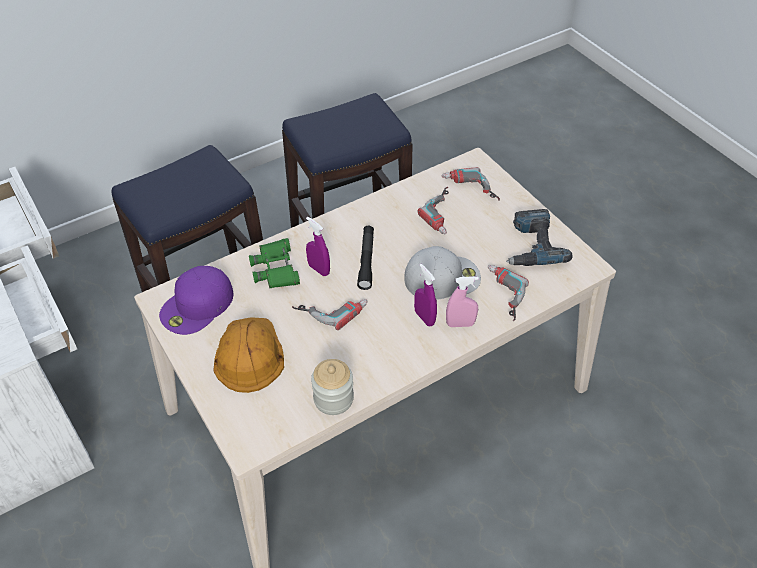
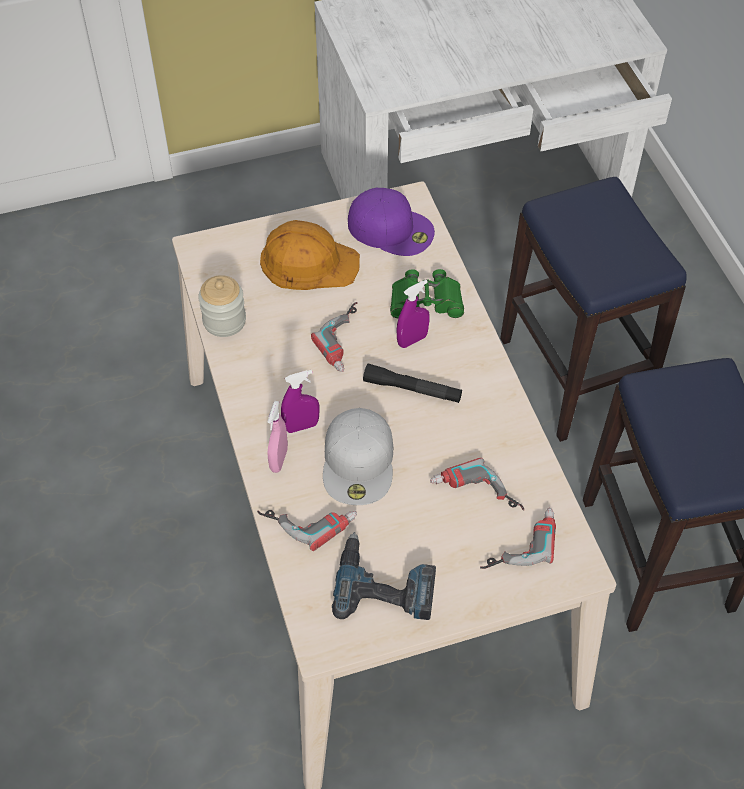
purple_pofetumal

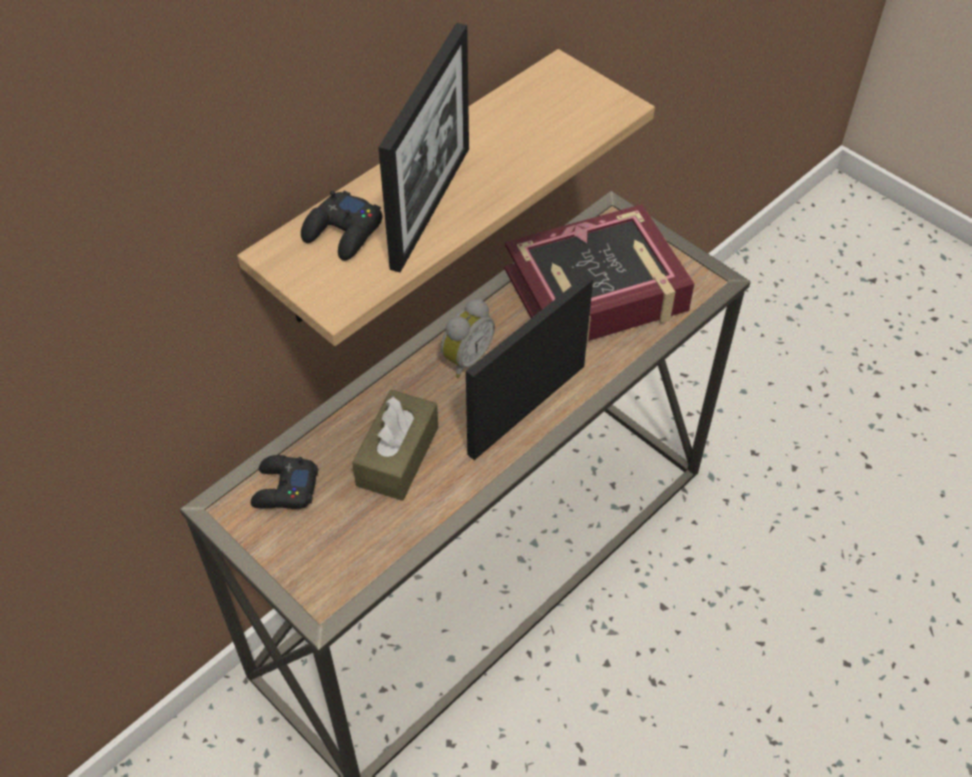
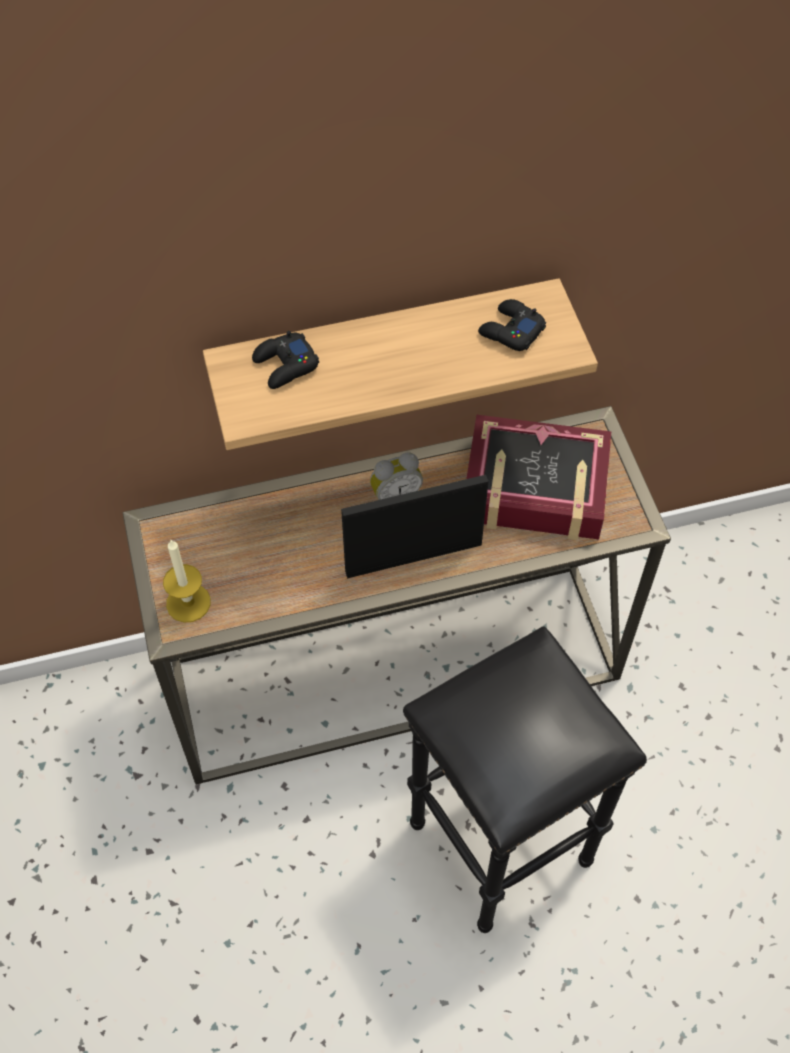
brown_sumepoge
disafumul (no. 1 from left in the first image)
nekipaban
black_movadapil
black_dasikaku (no. 2 from left)

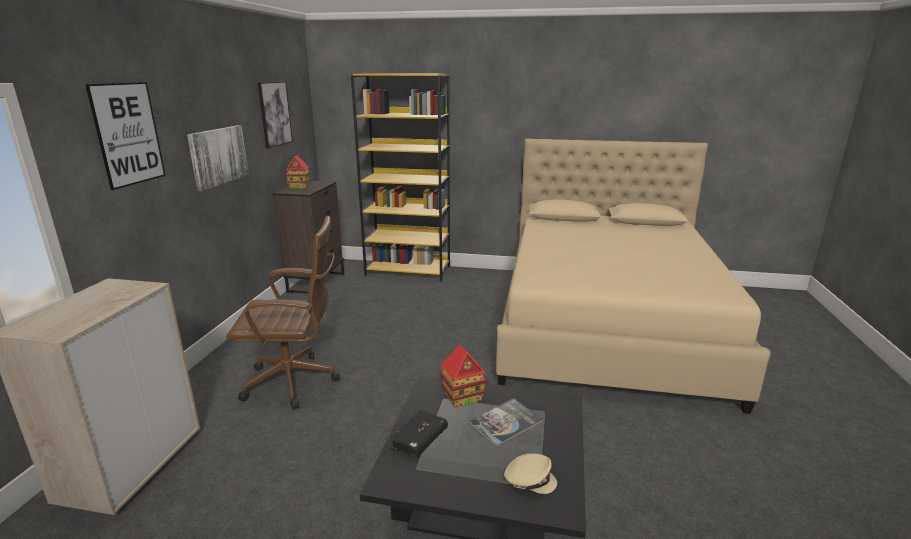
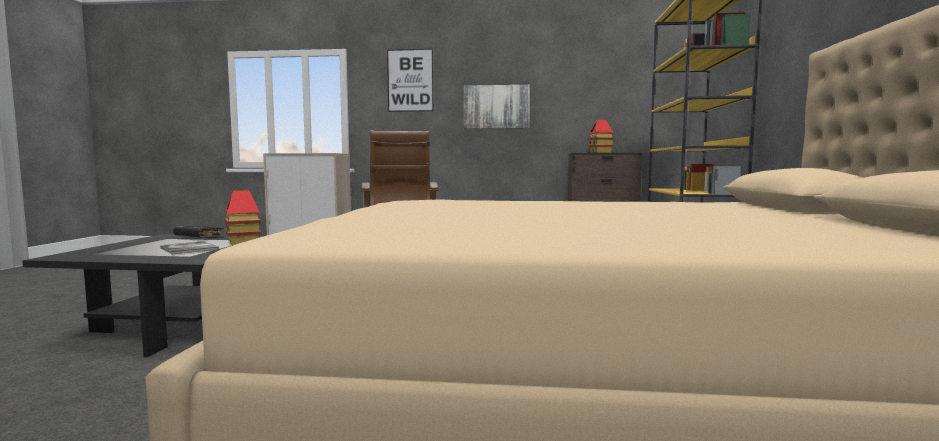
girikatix (no. 3 from left in the first image)
beige_pofetumal

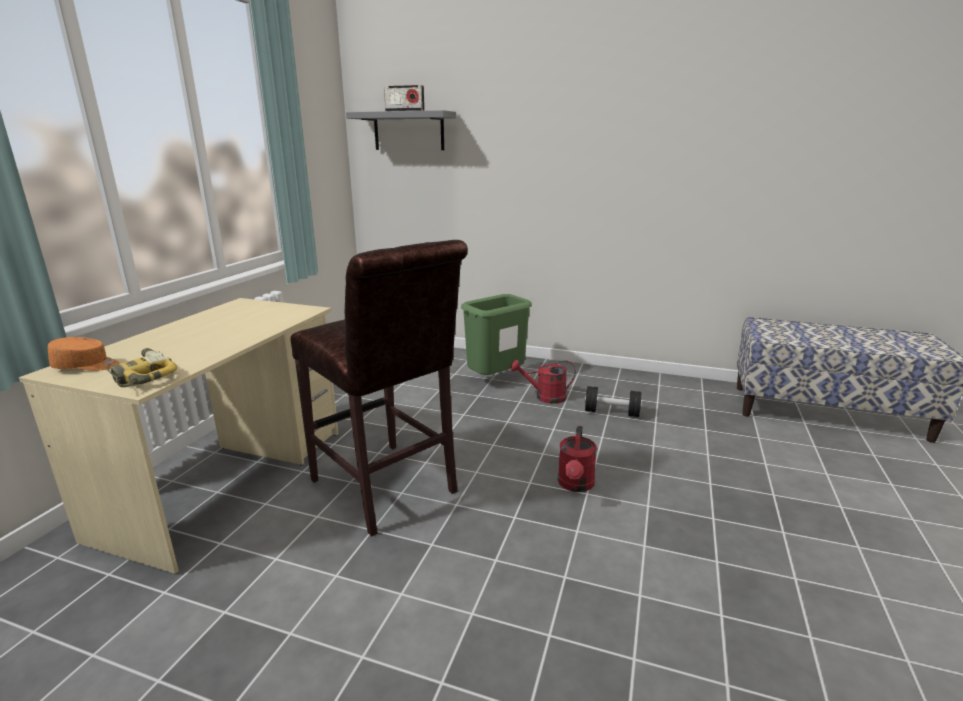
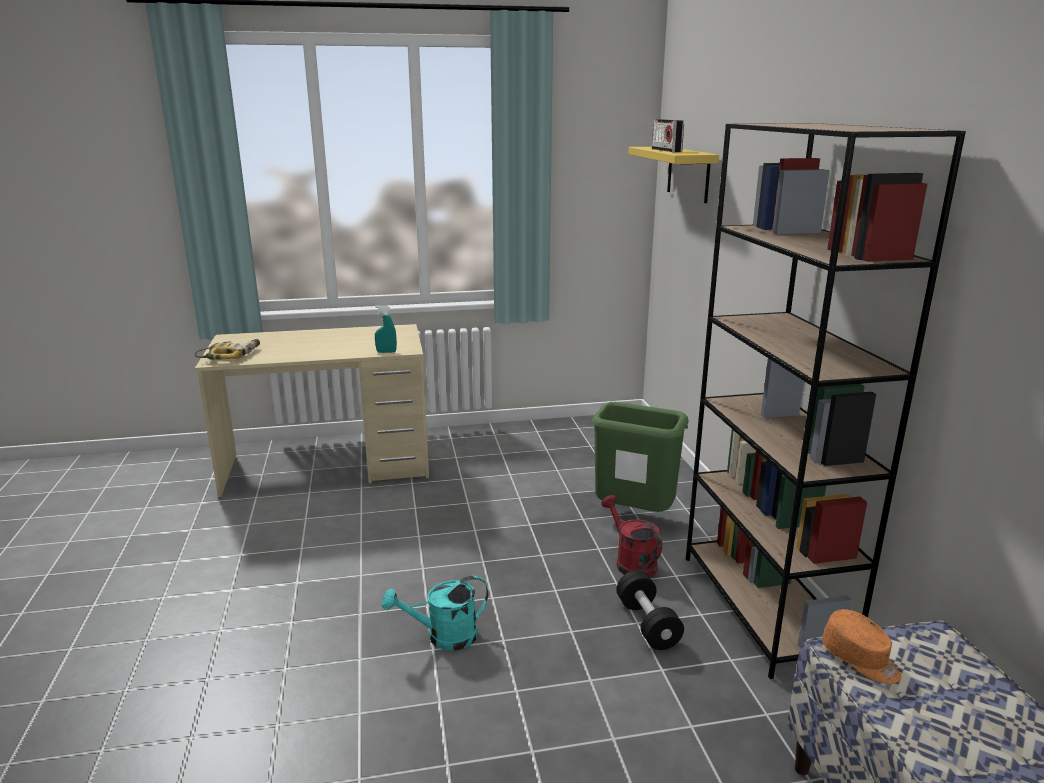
brown_movadapil
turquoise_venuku
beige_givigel
orange_pofetumal
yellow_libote
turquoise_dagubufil

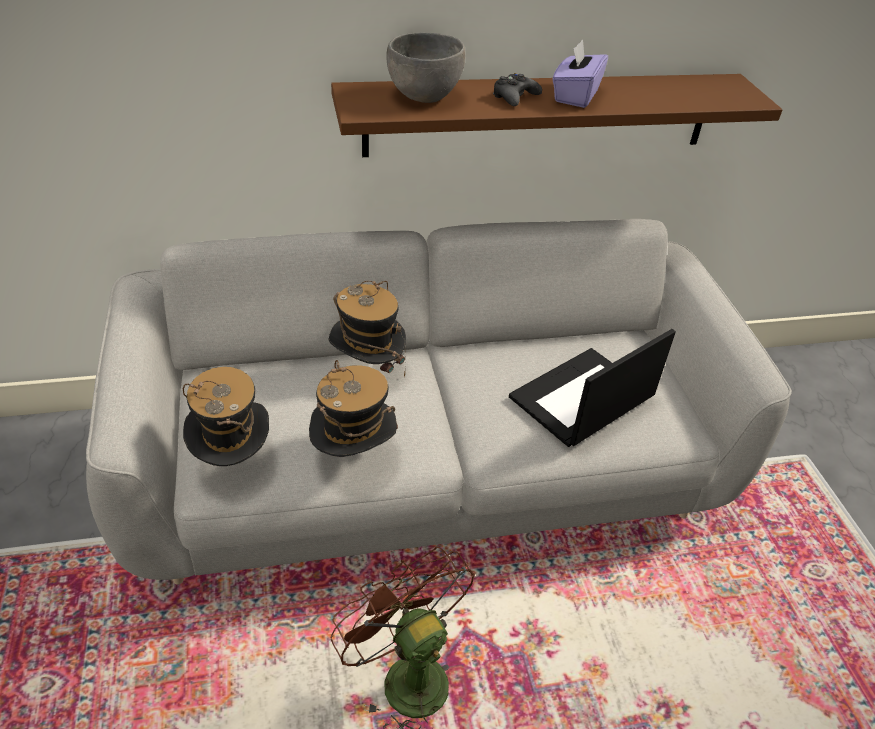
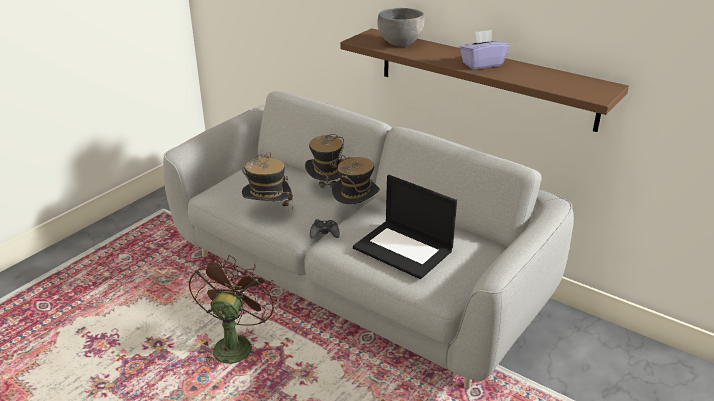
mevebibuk (no. 3 from left)
black_dasikaku
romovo

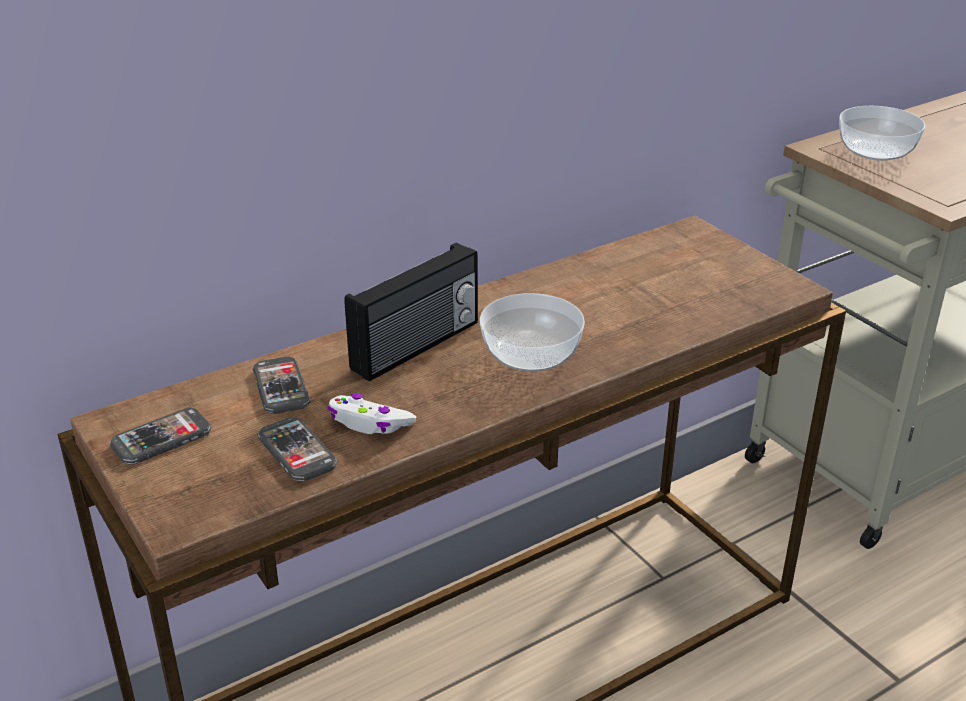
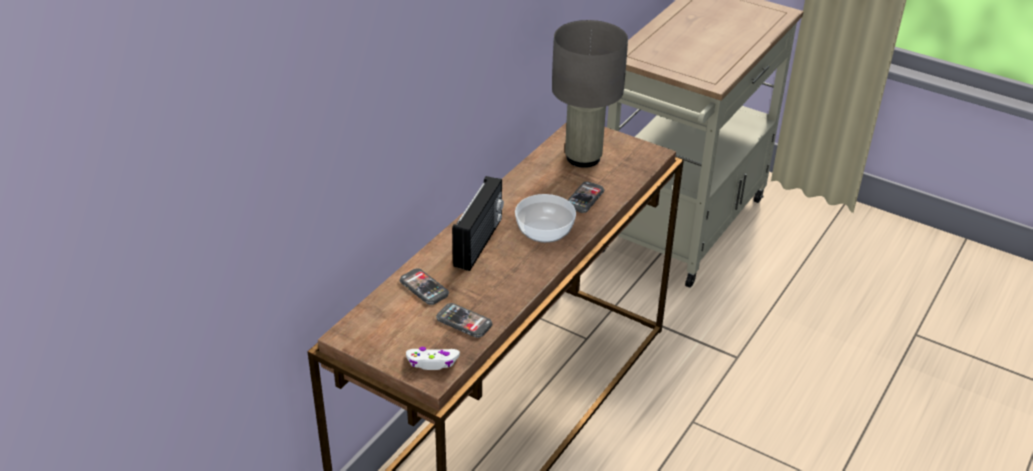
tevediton (no. 2 from left in the first image)
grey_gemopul
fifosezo (no. 3 from left)
white_dasikaku

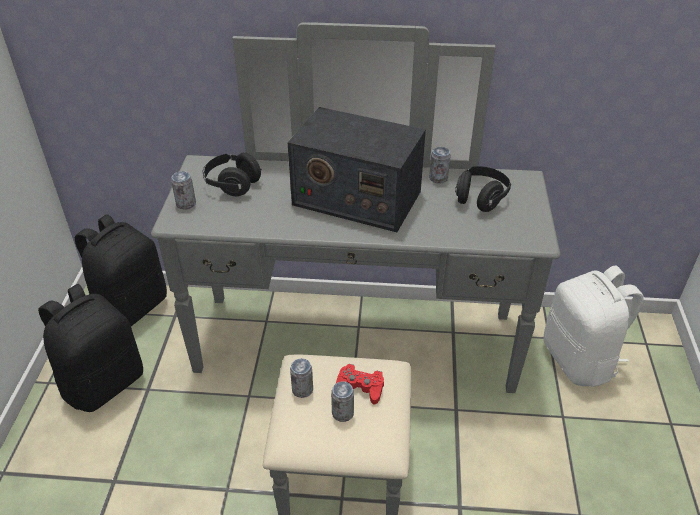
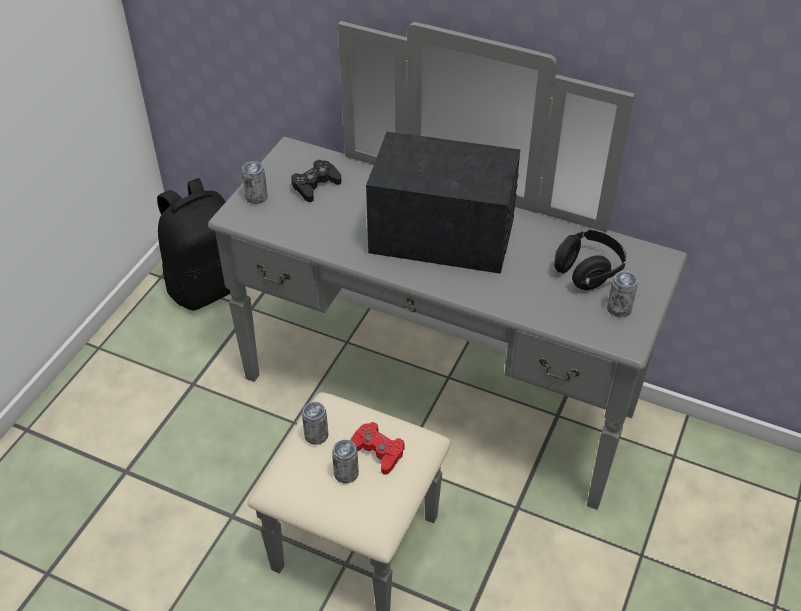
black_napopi (no. 1 from left in the first image)
white_napopi
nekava (no. 4 from left)
black_dasikaku
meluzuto

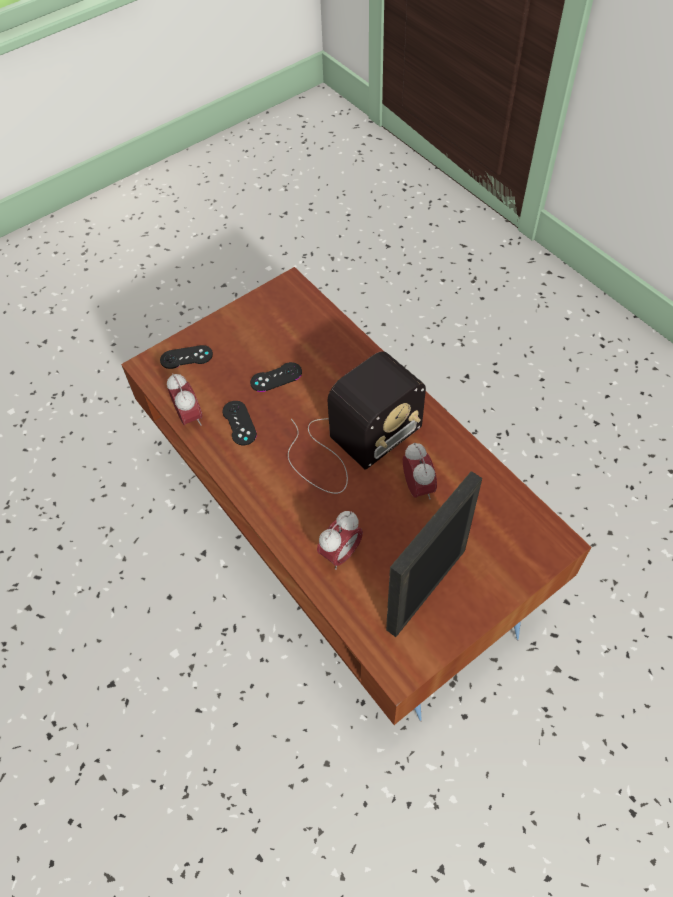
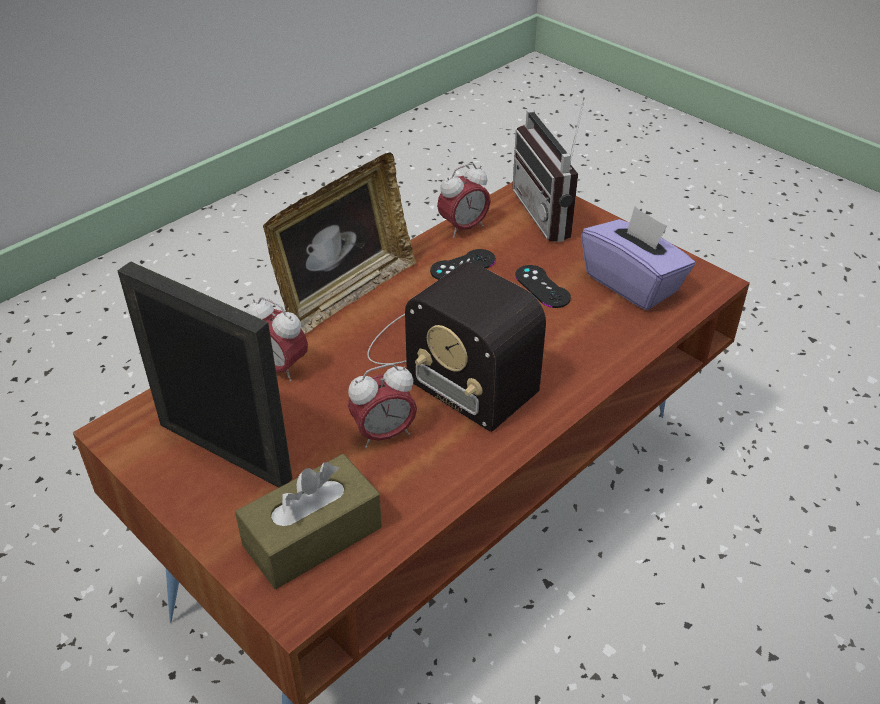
brown_sumepoge
disafumul (no. 2 from left)
purple_sumepoge
meluzuto (no. 2 from left)

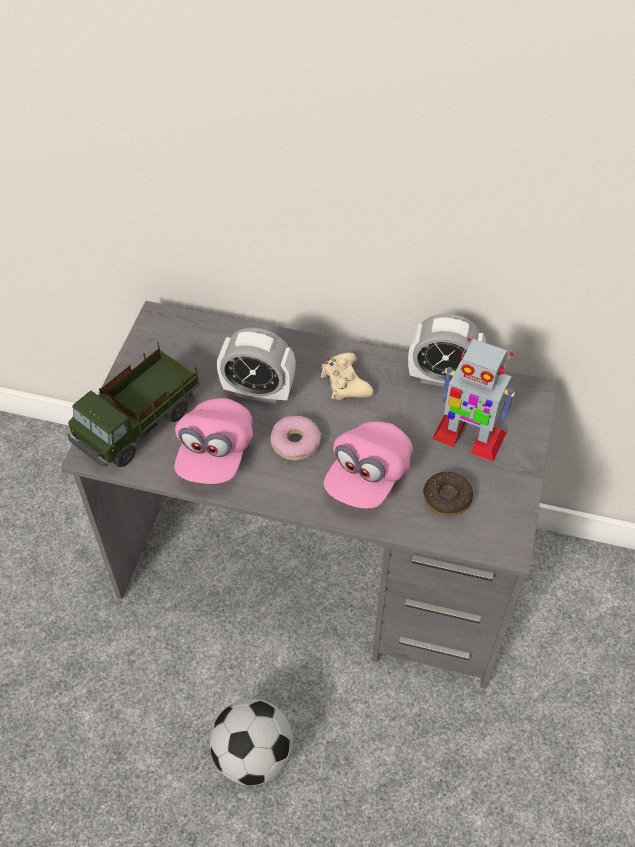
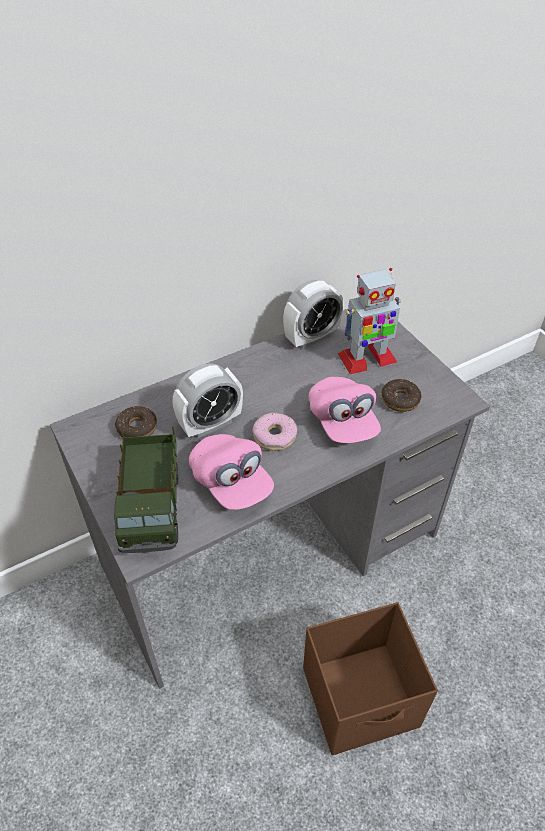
beige_dasikaku
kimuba (no. 1 from left)
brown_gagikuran

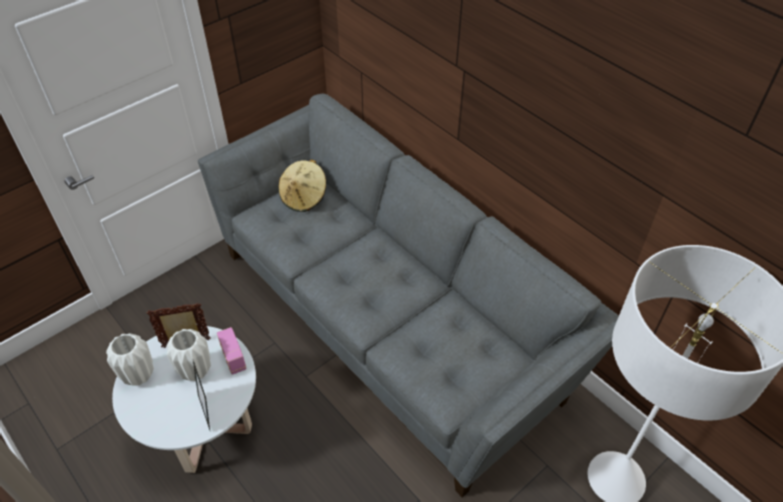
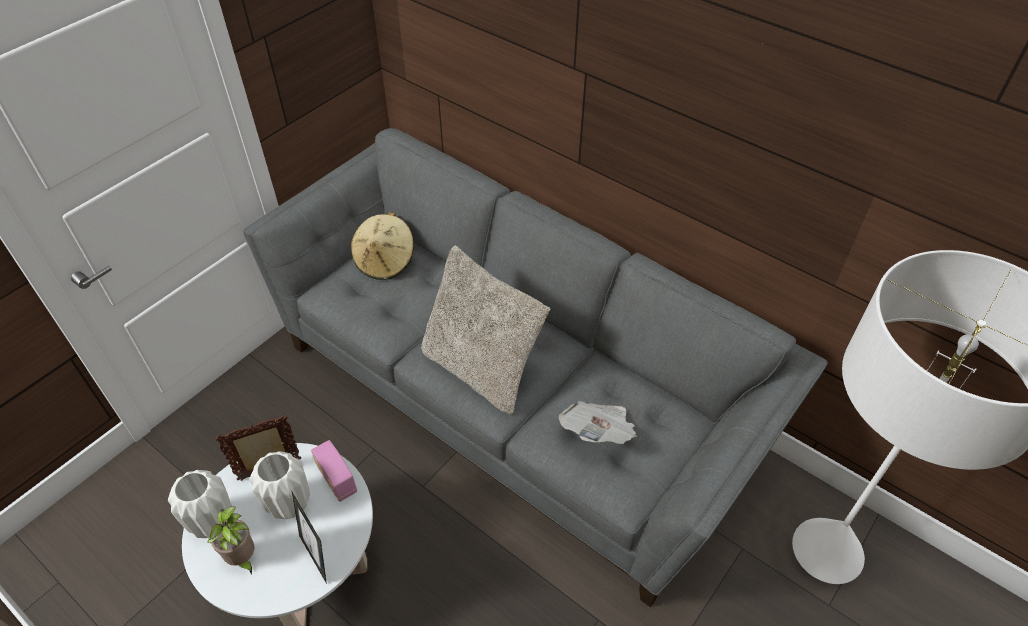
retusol
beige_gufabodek
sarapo

